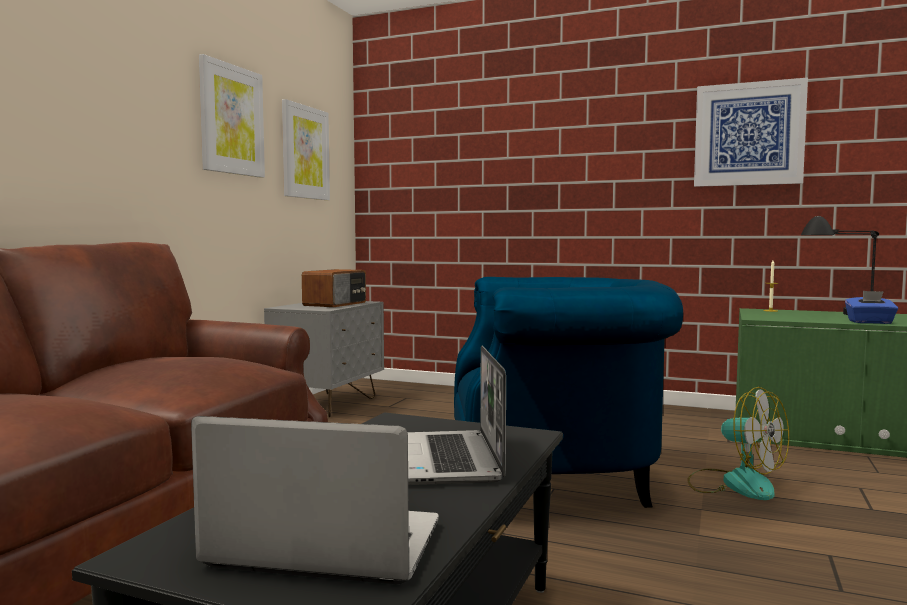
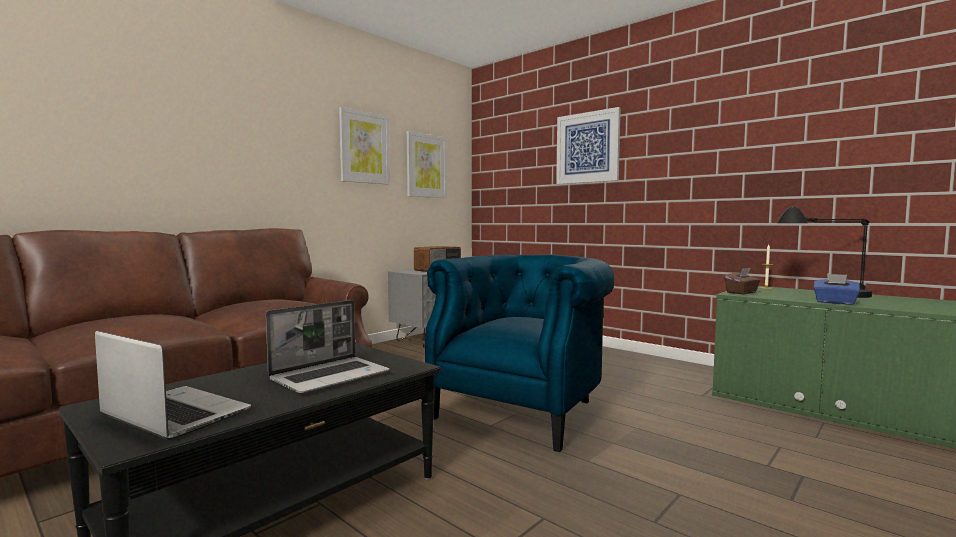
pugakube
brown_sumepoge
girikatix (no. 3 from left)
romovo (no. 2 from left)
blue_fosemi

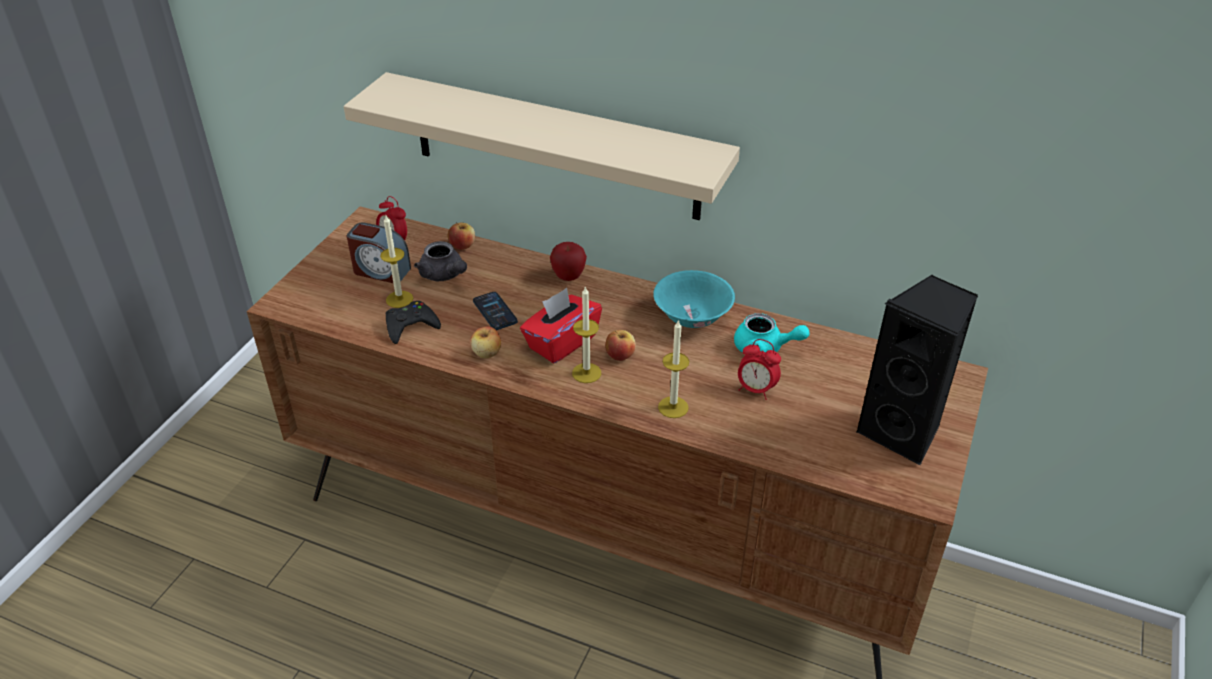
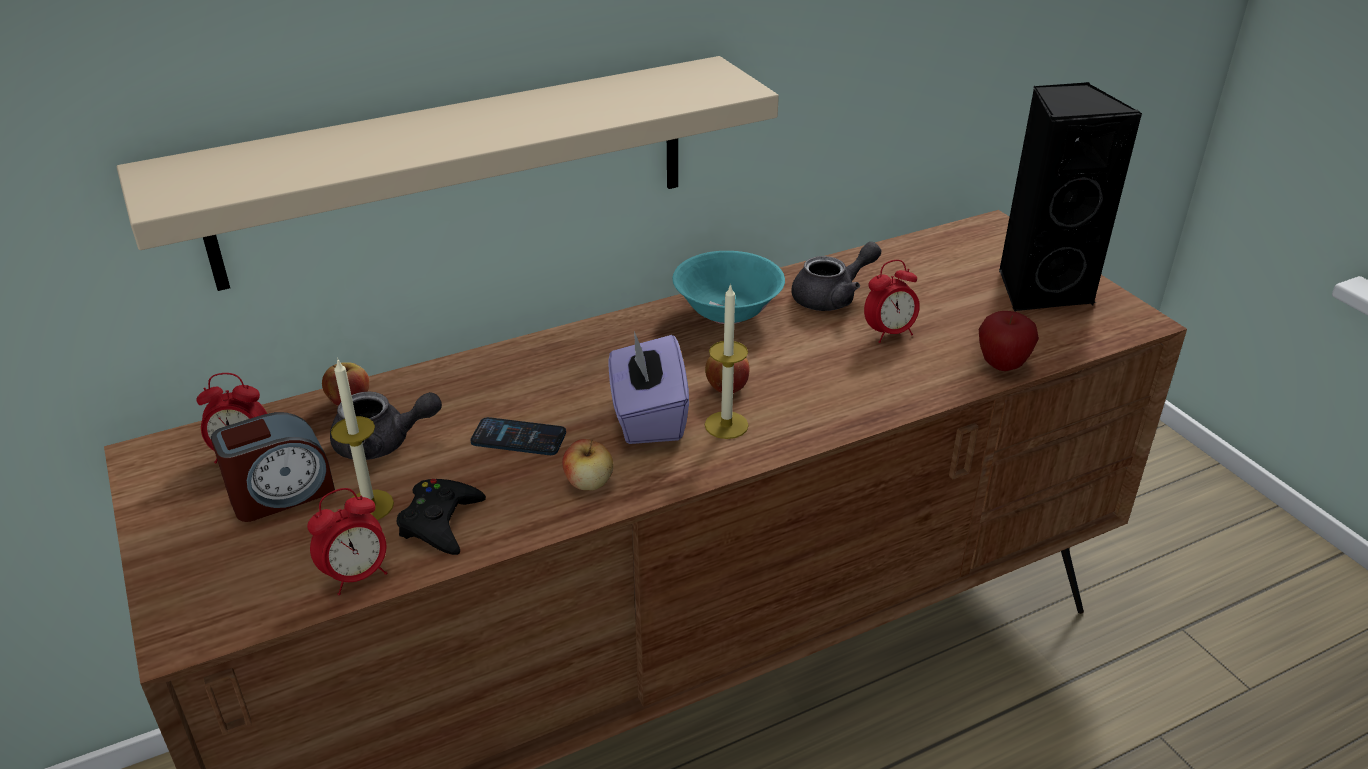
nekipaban (no. 3 from left in the first image)
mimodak (no. 3 from left)
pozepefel (no. 4 from left)
purple_sumepoge
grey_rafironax (no. 2 from left)

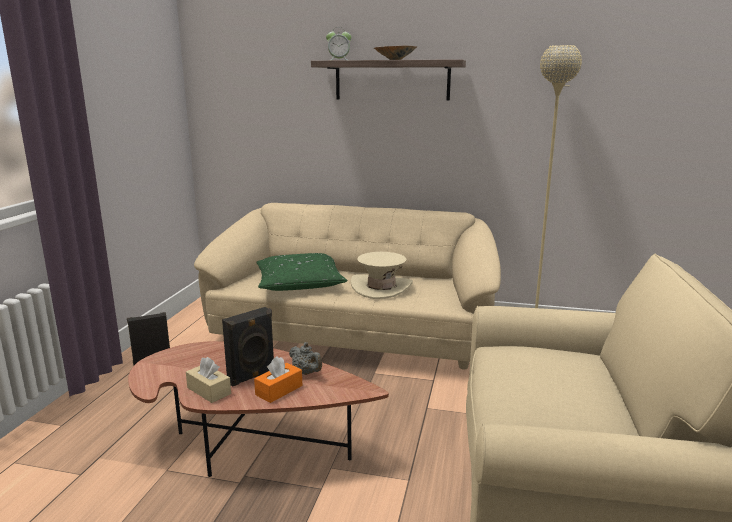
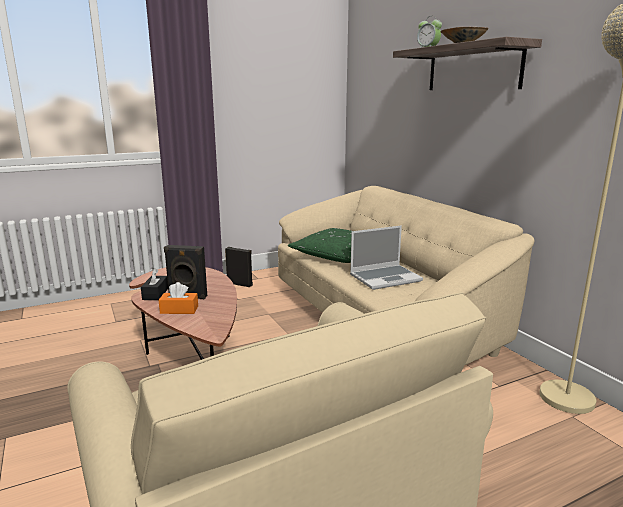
grey_rafironax
romovo
black_sumepoge

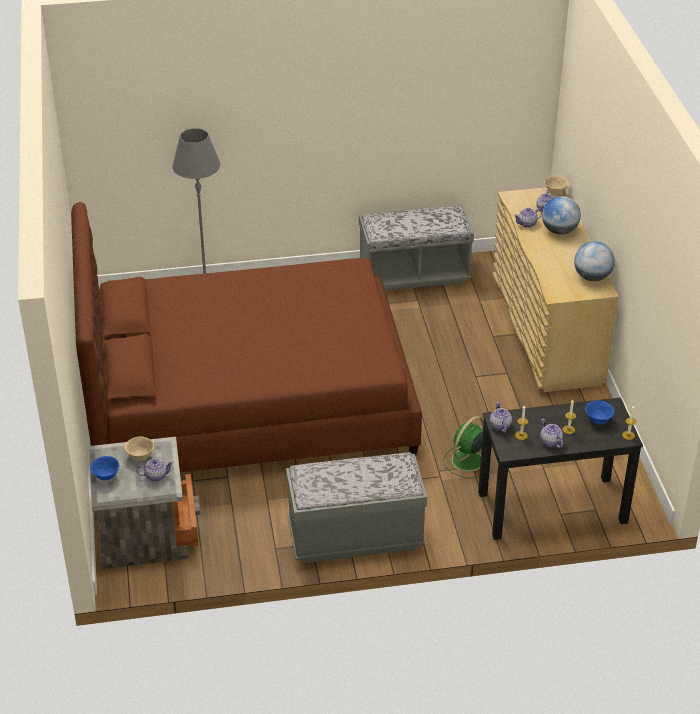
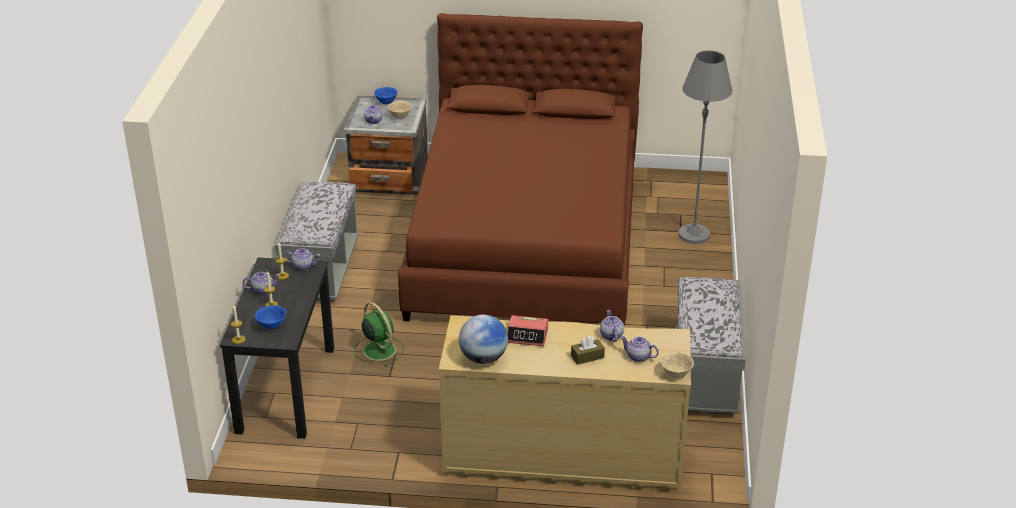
mimodak
brown_sumepoge

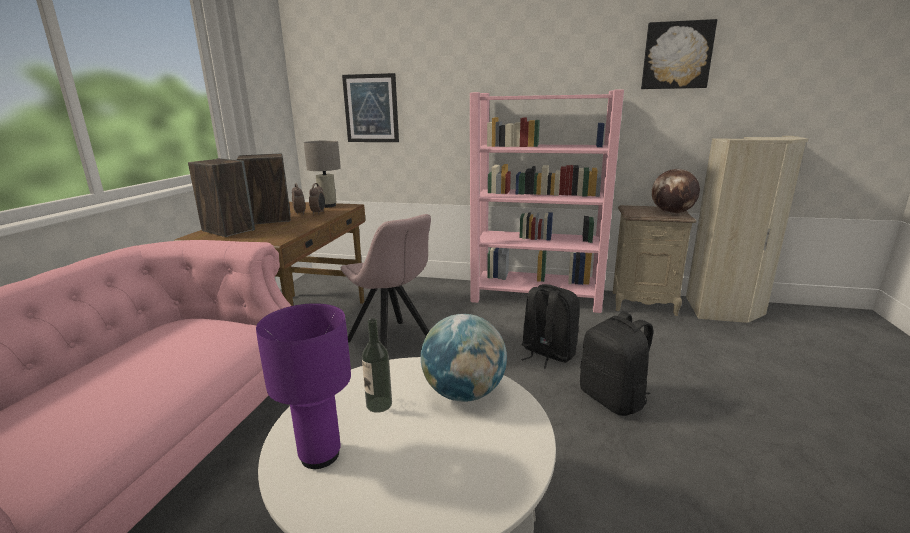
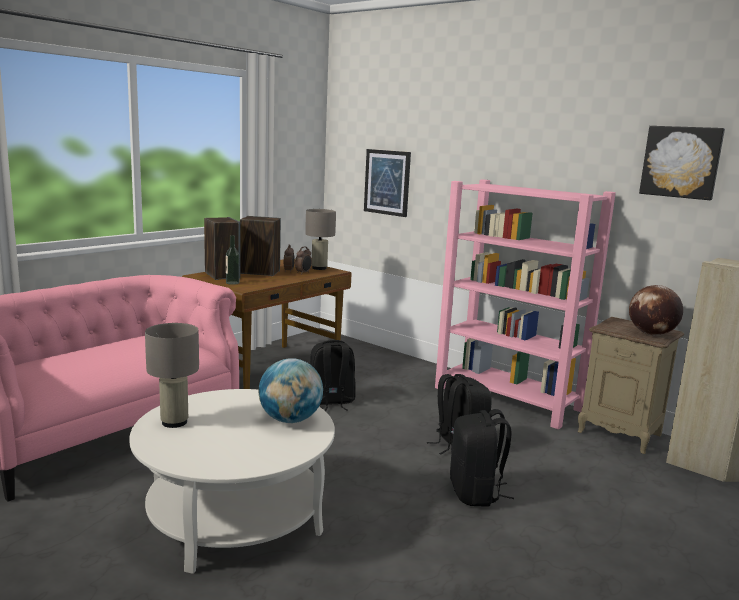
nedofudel
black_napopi (no. 1 from left)
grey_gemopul (no. 1 from left)

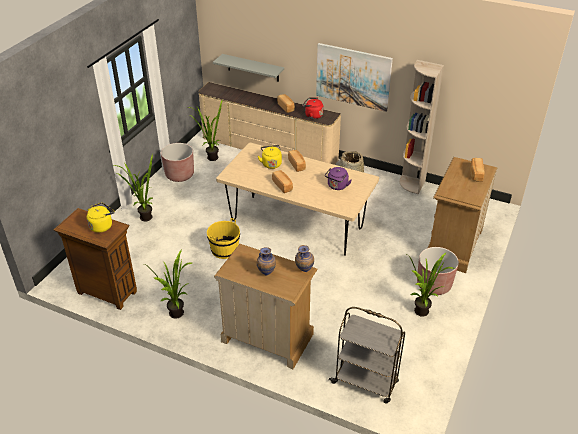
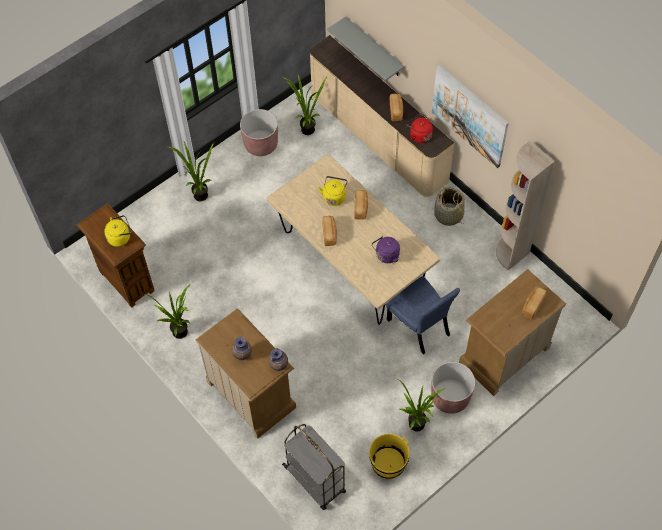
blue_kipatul
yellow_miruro

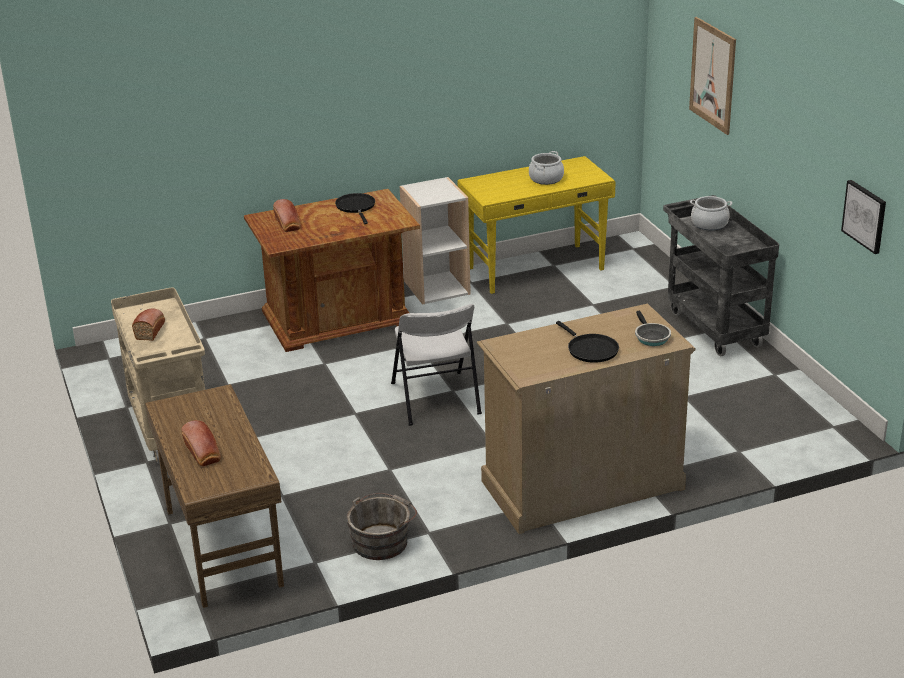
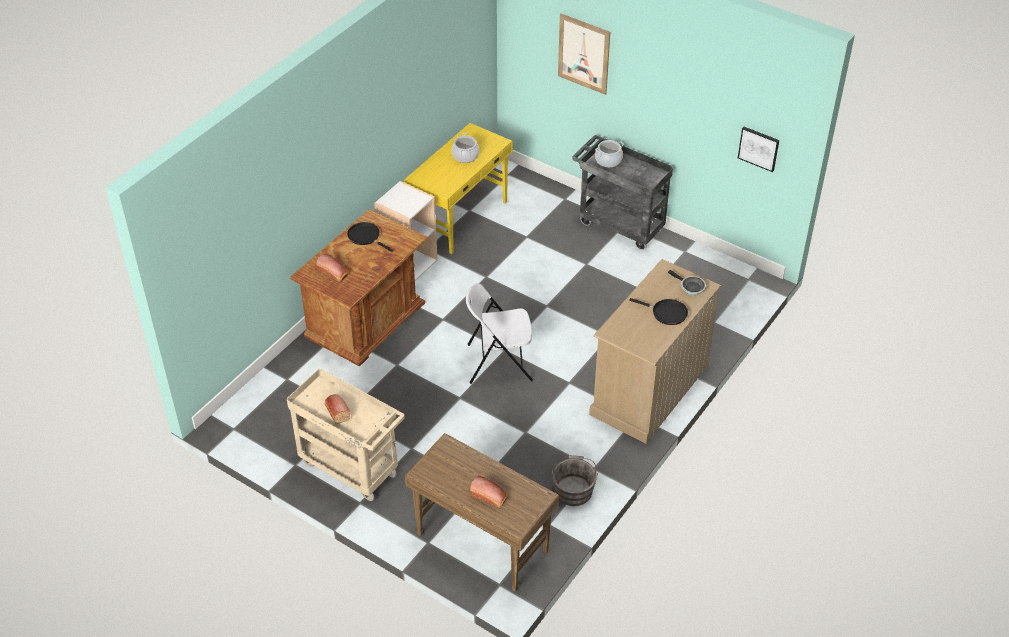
white_kipatul

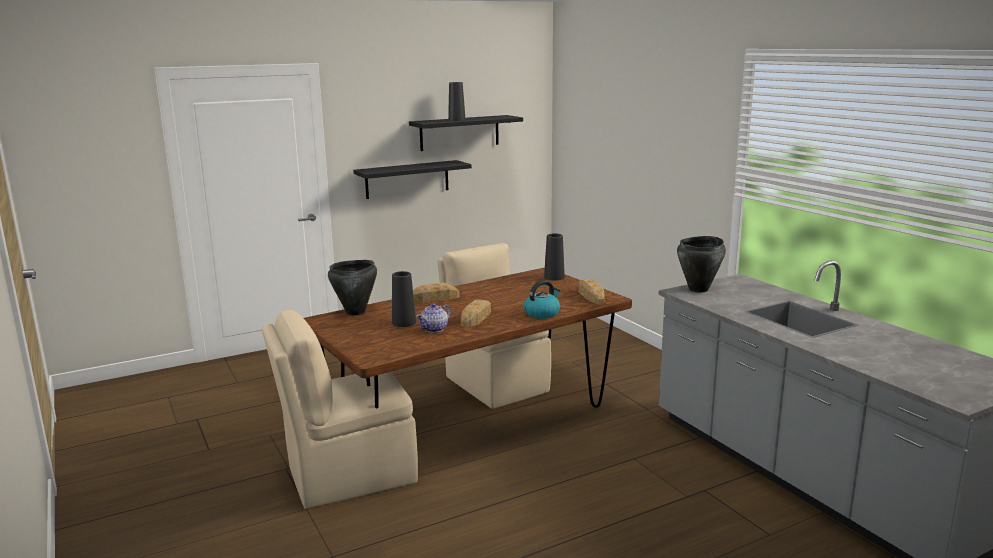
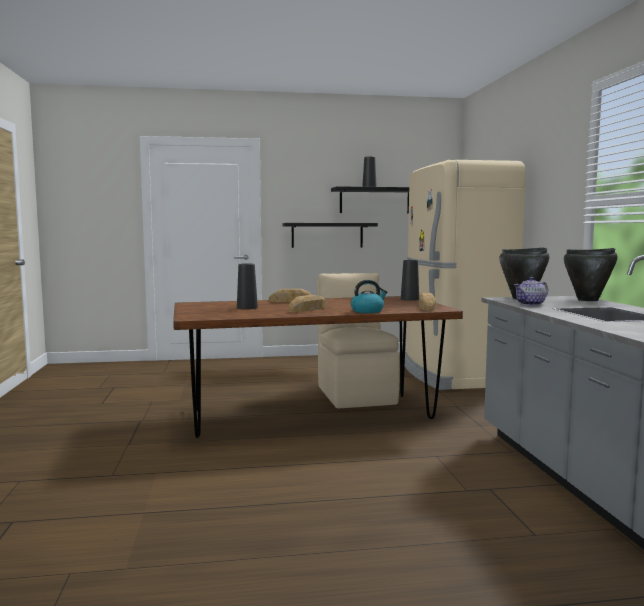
beige_kipatul (no. 1 from left in the first image)
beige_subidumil
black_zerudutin (no. 2 from left)
rafironax

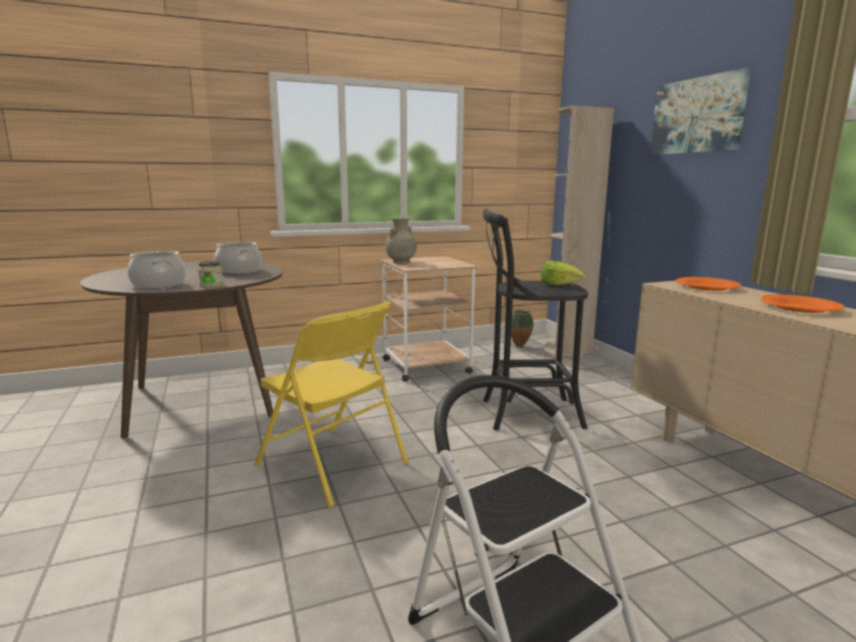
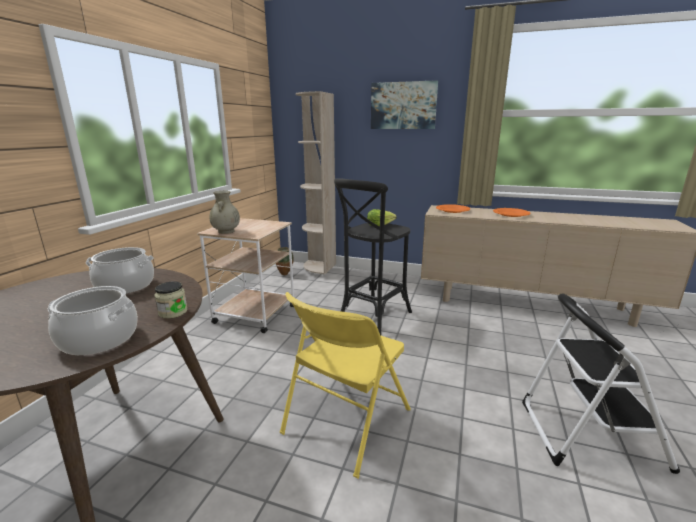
yellow_kipatul

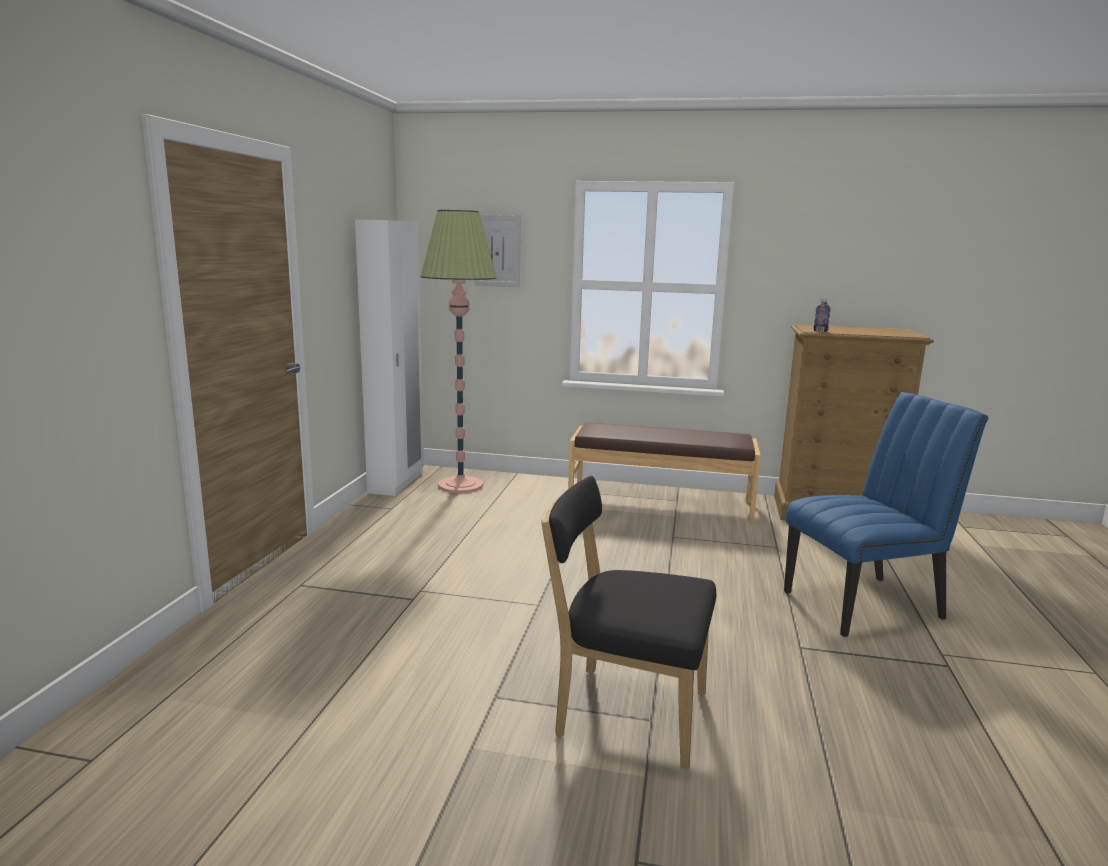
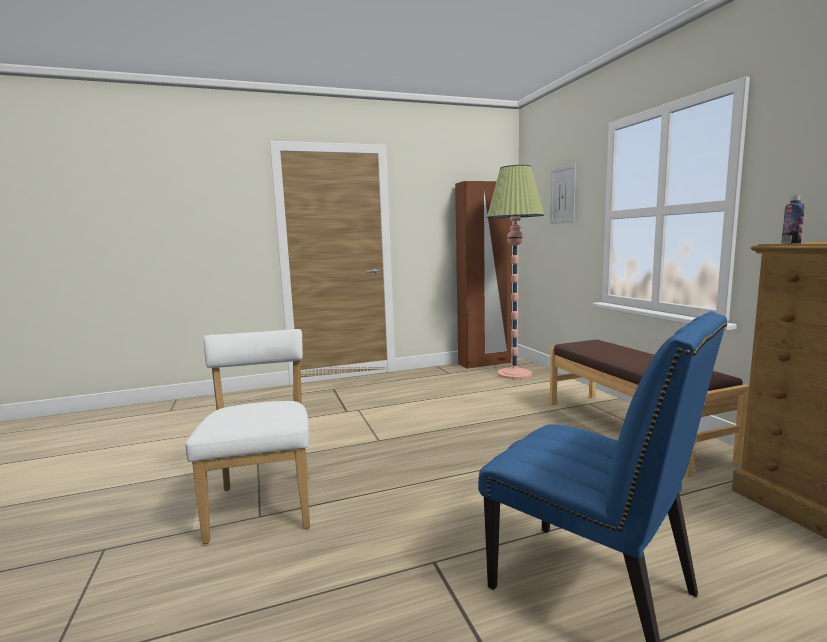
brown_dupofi
white_kipatul

